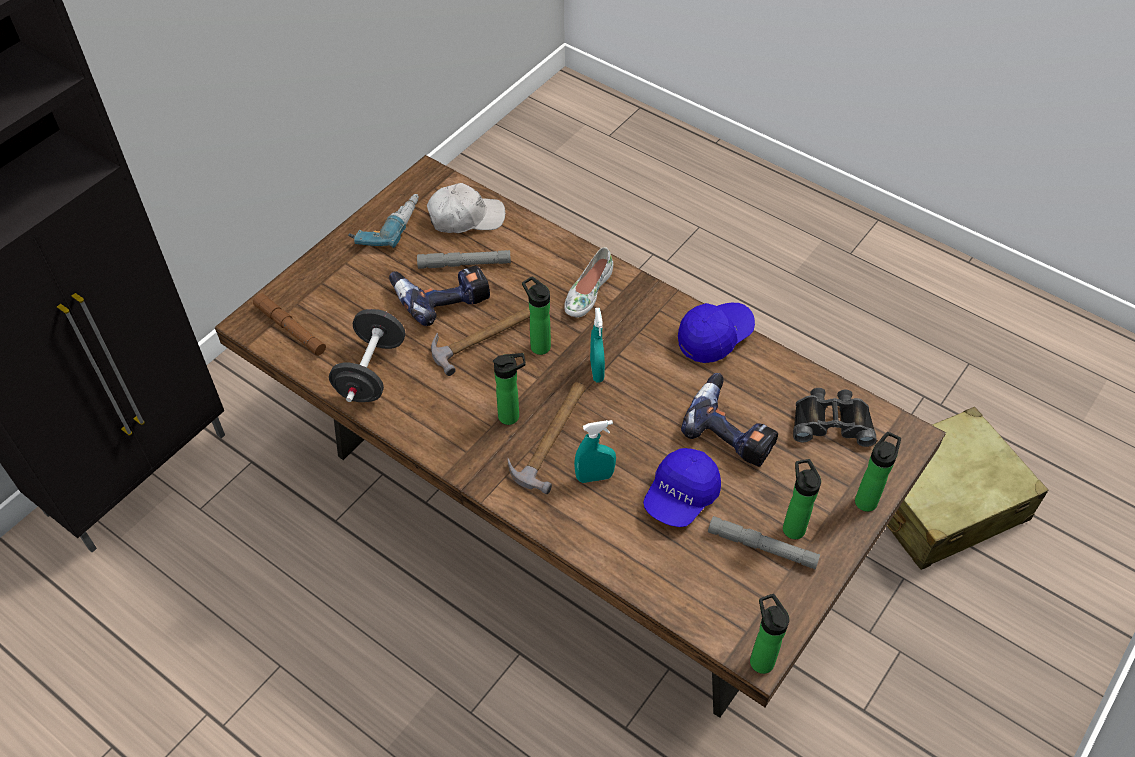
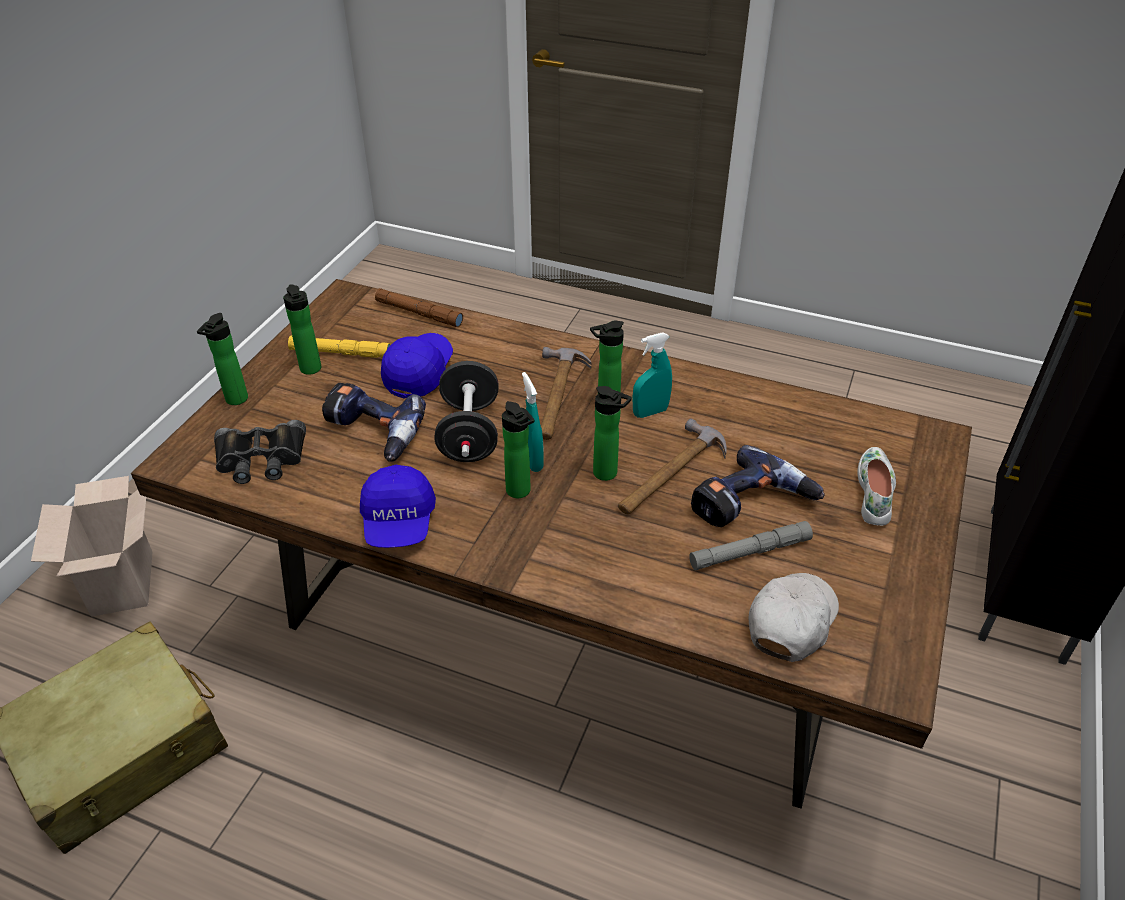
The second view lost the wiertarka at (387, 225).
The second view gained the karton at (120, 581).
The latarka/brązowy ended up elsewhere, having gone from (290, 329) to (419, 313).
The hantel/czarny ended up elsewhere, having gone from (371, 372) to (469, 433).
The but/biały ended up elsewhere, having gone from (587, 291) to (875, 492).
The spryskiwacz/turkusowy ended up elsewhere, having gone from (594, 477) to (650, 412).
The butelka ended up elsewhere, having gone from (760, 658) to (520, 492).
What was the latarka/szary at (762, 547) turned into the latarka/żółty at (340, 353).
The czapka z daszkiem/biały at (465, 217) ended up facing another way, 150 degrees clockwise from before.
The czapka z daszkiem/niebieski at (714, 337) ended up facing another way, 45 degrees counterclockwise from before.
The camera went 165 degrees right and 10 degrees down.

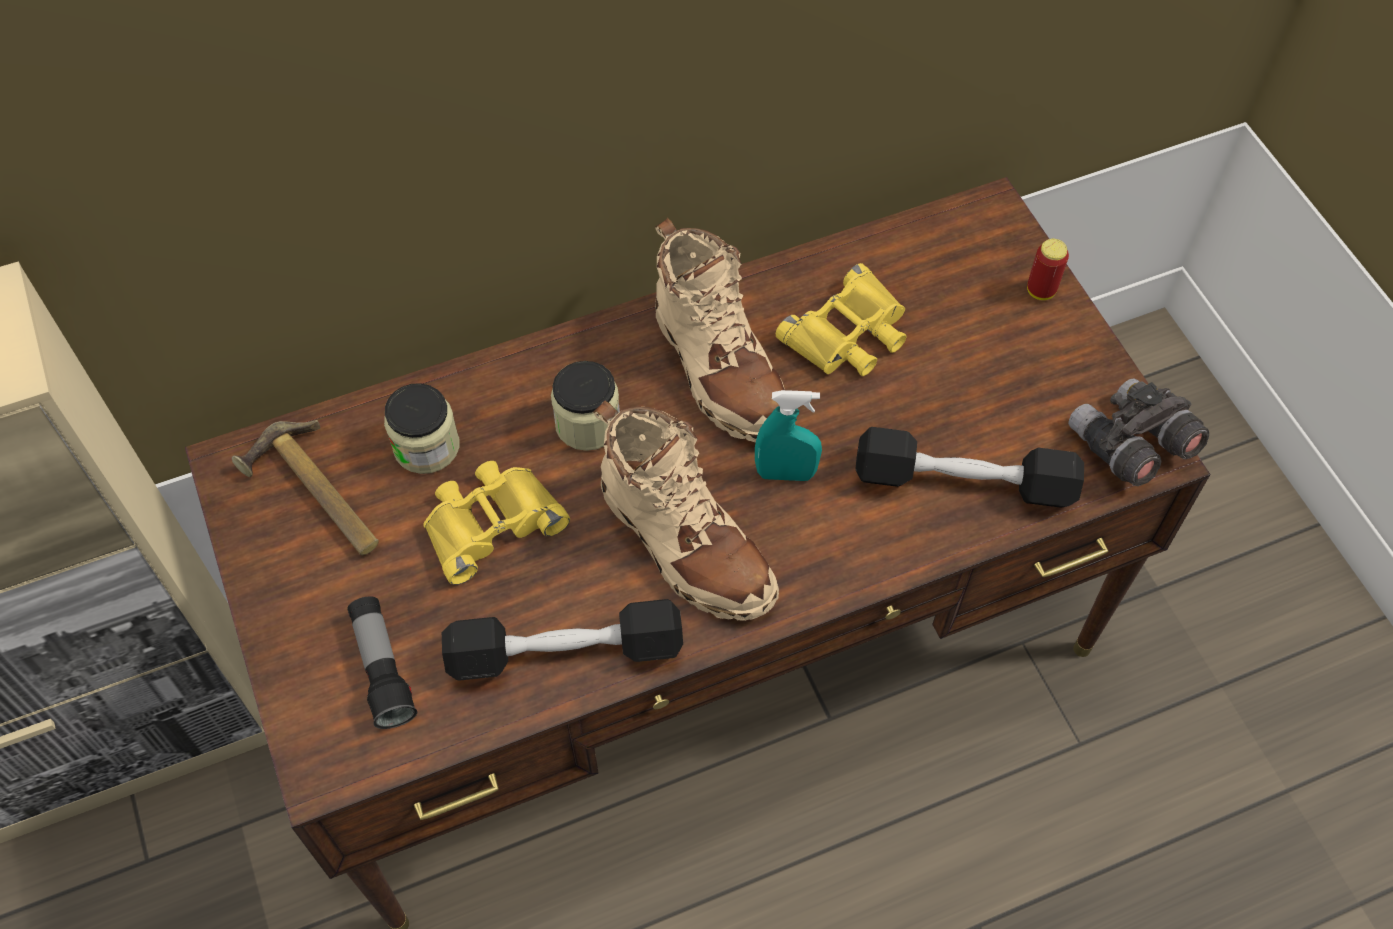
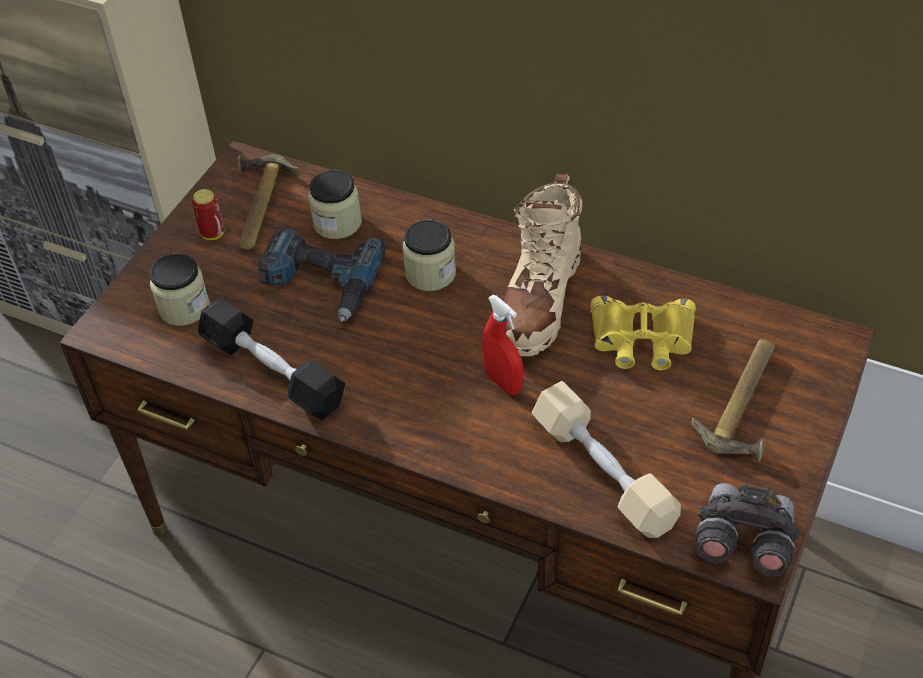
The second view lost the but z cholewką/beżowy at (684, 543).
The second view gained the młotek at (747, 404).
The puszka ended up elsewhere, having gone from (1041, 290) to (213, 234).
Where the latarka stood at (383, 668), the słoik came to stand at (184, 307).
Where the lornetka/żółty stood at (490, 522), the wiertarka came to stand at (319, 282).
What was the spryskiwacz/turkusowy at (785, 473) turned into the spryskiwacz/czerwony at (503, 382).
What was the hantel/czarny at (963, 482) turned into the hantel/beżowy at (603, 472).
The camera went 50 degrees right and 10 degrees down.

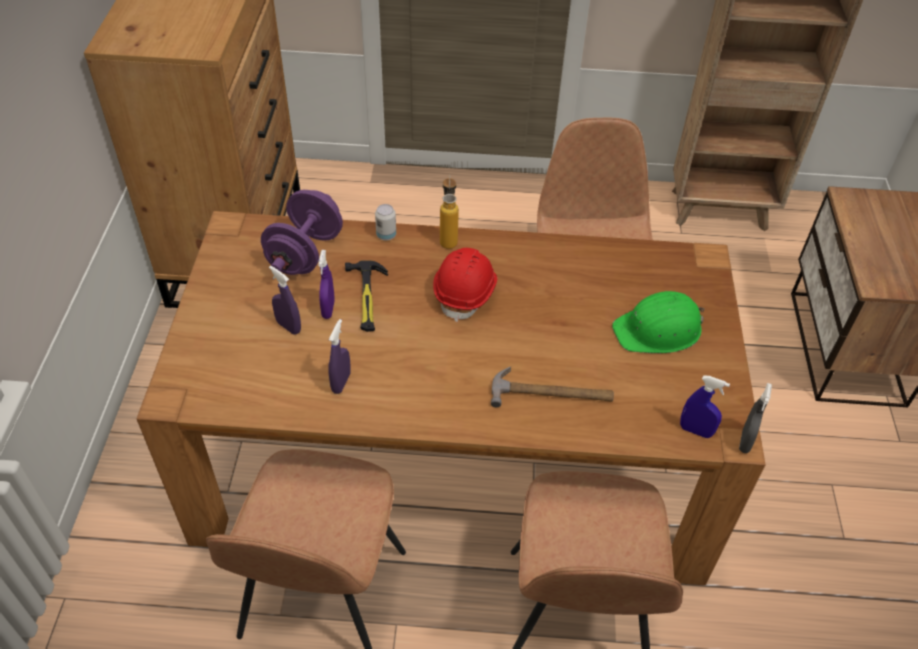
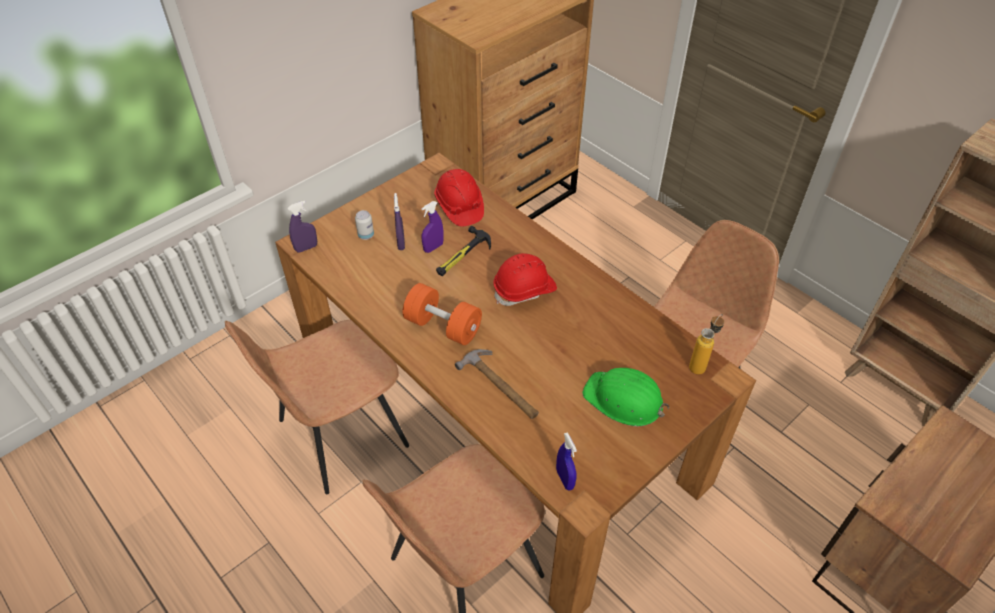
The second view lost the spryskiwacz/szary at (745, 441).
The second view gained the hantel/pomarańczowy at (443, 326).
The spryskiwacz/fioletowy ended up elsewhere, having gone from (341, 382) to (306, 248).
The puszka ended up elsewhere, having gone from (386, 235) to (366, 235).
The butelka ended up elsewhere, having gone from (448, 238) to (701, 364).
Where the hantel/fioletowy stood at (305, 253), the kask/czerwony came to stand at (459, 207).
The camera went 45 degrees right and 0 degrees up.

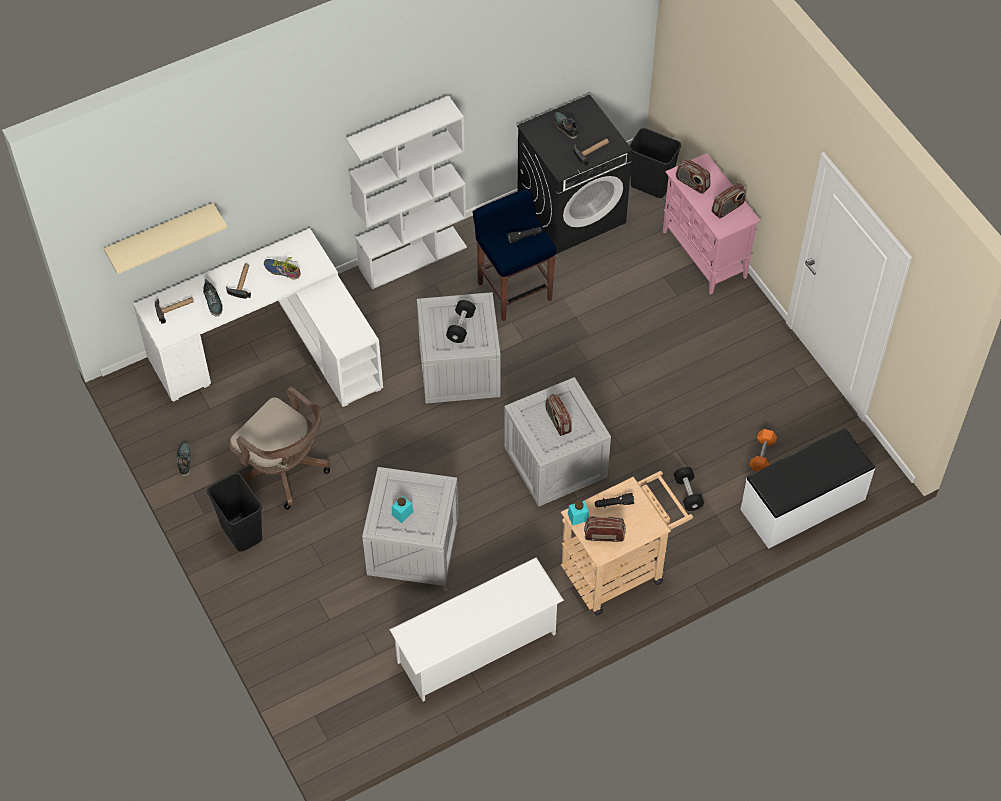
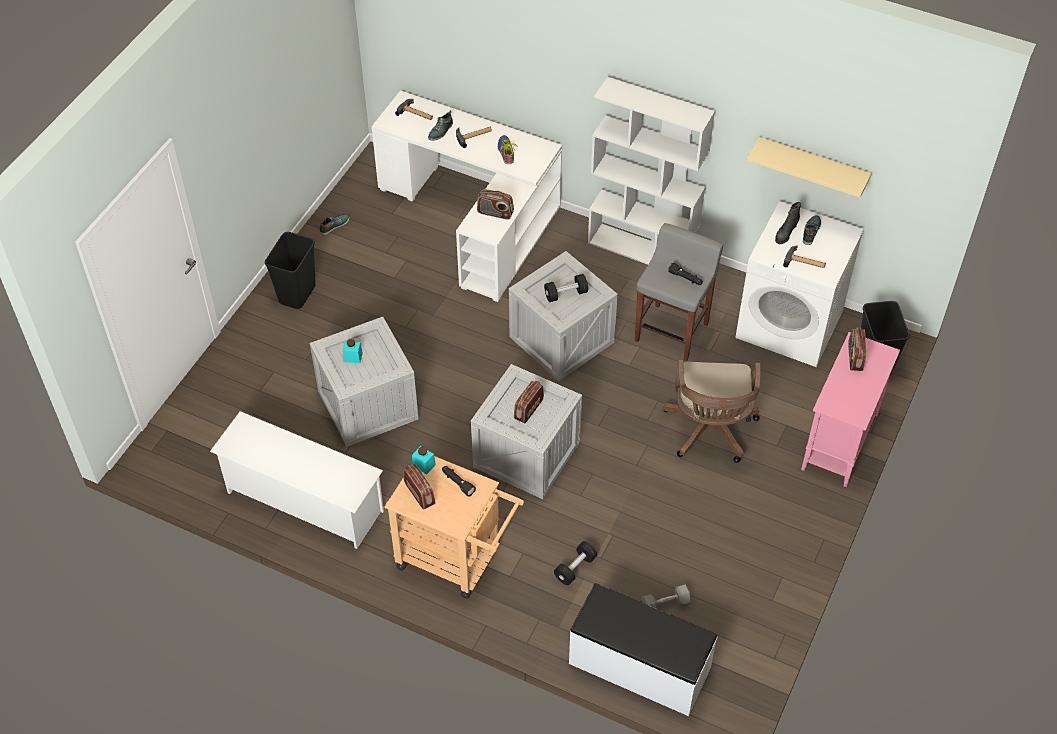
The second view gained the but z cholewką/czarny at (785, 233).
The półka/beżowy ended up elsewhere, having gone from (161, 234) to (812, 166).
The krzesło biurowe/brązowy ended up elsewhere, having gone from (284, 471) to (710, 432).
The radio ended up elsewhere, having gone from (728, 208) to (495, 213).
What was the stołek/niebieski at (514, 290) turned into the stołek/szary at (672, 331).
What was the pralka/czarny at (571, 211) turned into the pralka/biały at (790, 324).
What was the hantel/pomarańczowy at (762, 455) turned into the hantel/szary at (665, 604).
The camera went 55 degrees right and 5 degrees down.

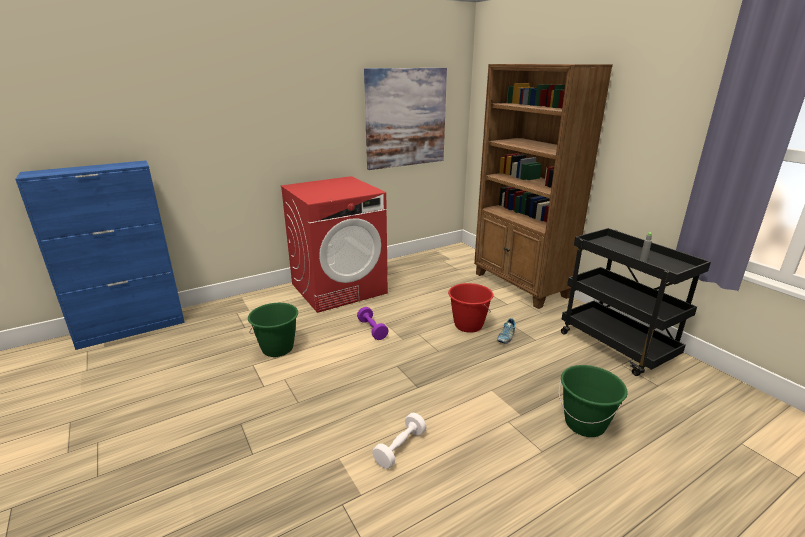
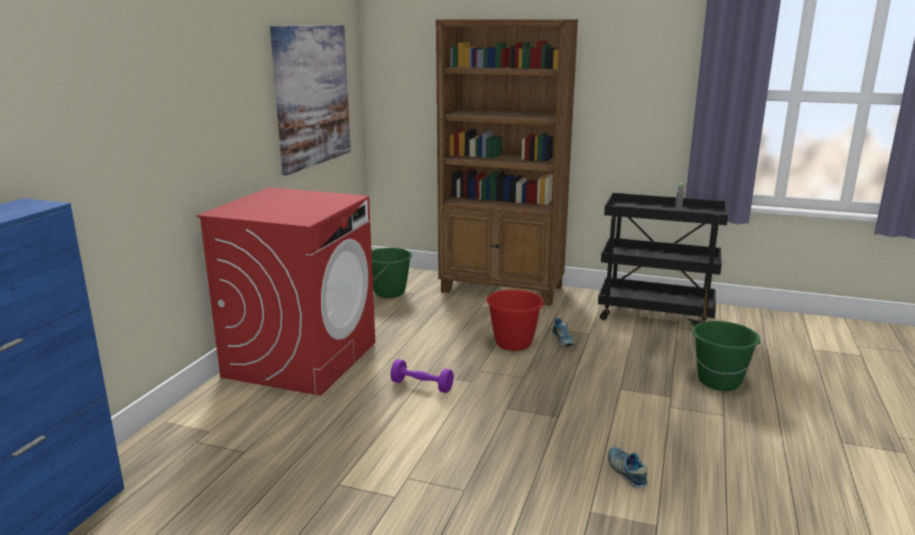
The wiadro/zielony ended up elsewhere, having gone from (278, 349) to (389, 292).
Where the hantel/biały stood at (400, 448), the but came to stand at (626, 472).
The camera went 40 degrees left and 5 degrees down.

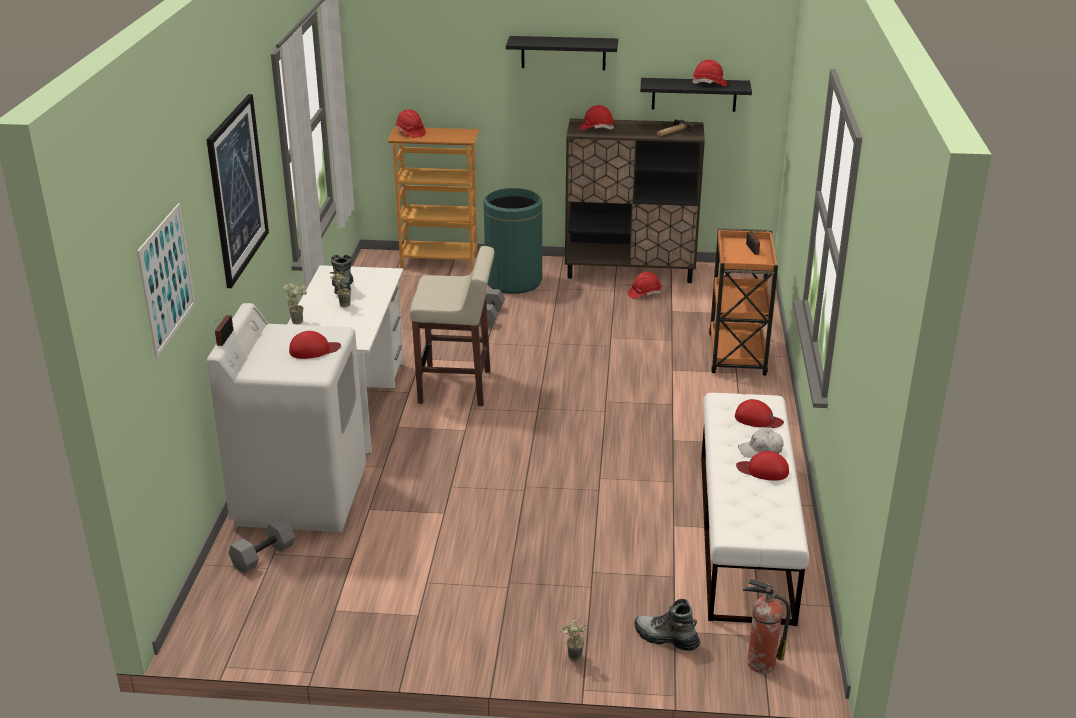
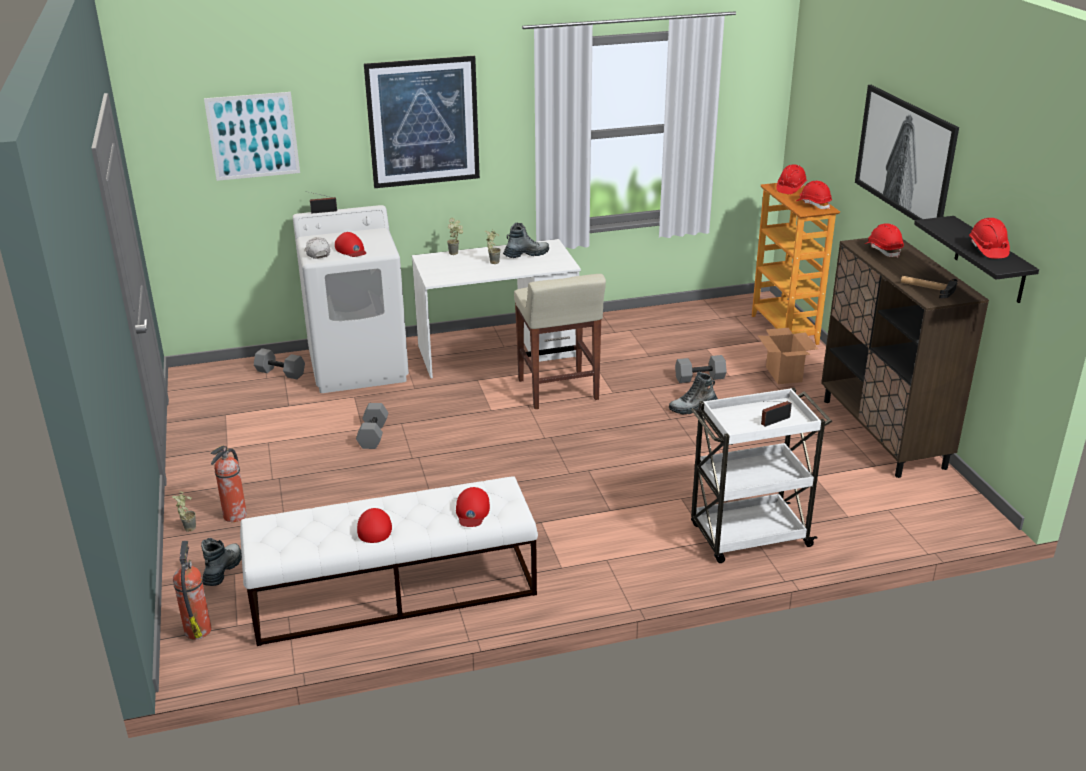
The second view gained the gaśnica at (234, 516).
The second view gained the hantel/szary at (372, 435).
The second view gained the but z cholewką at (693, 407).
The kask/czerwony ended up elsewhere, having gone from (644, 293) to (813, 204).
The czapka z daszkiem/biały ended up elsewhere, having gone from (760, 450) to (317, 253).
Where the kosz na śmieci/zielony stood at (513, 282), the karton came to stand at (783, 374).
Where the półka/czarny hung at (563, 53), the obraz came to hang at (906, 156).
What was the wózek/pomarańczowy at (737, 356) turned into the wózek/biały at (748, 536).
The camera went 70 degrees right and 0 degrees up.

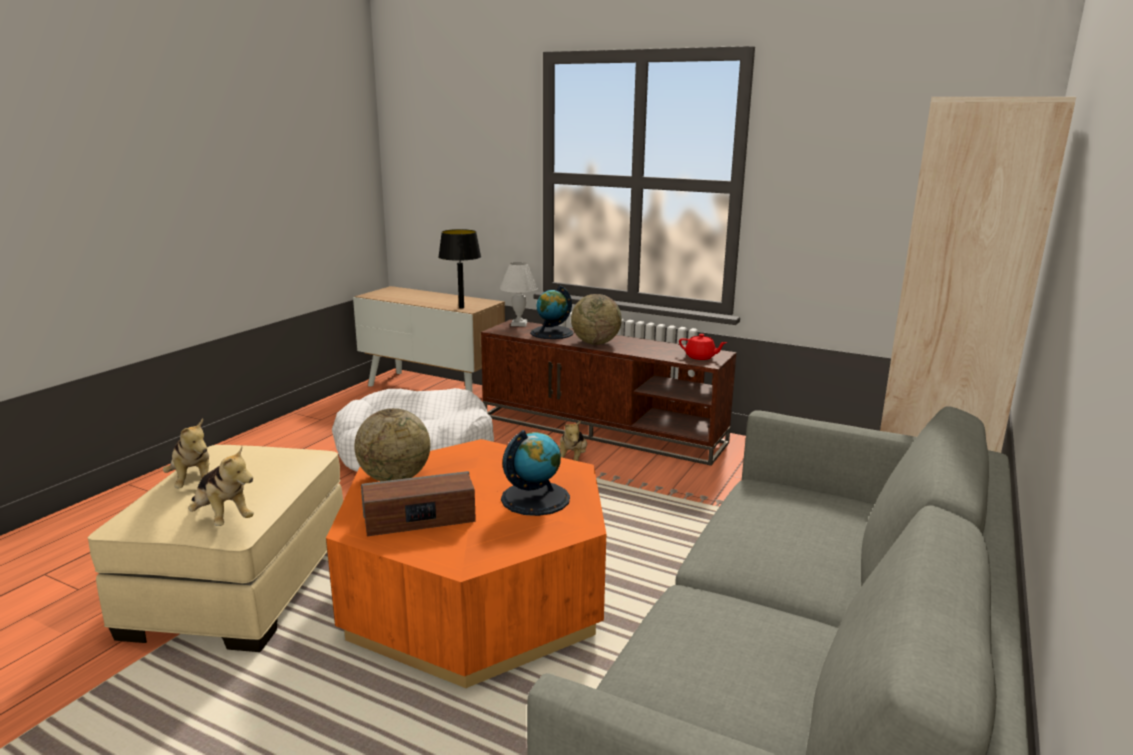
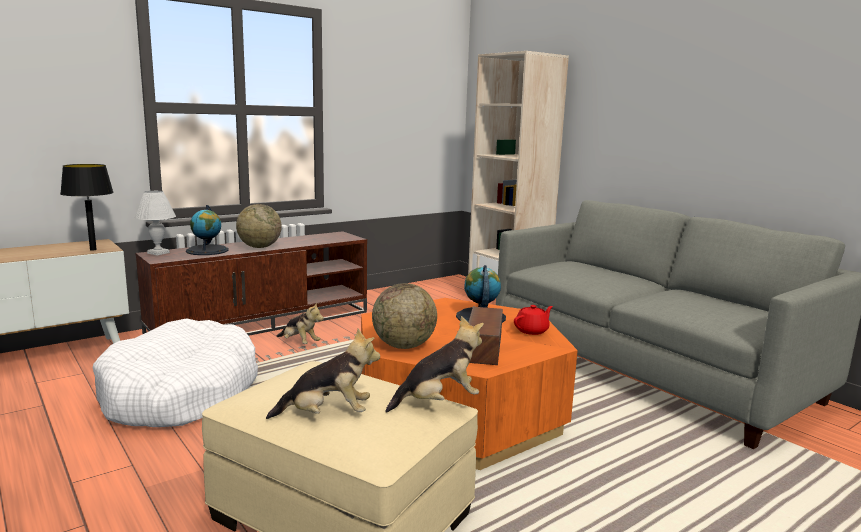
The imbryk/czerwony ended up elsewhere, having gone from (700, 357) to (532, 330).
The camera went 65 degrees left and 5 degrees down.

